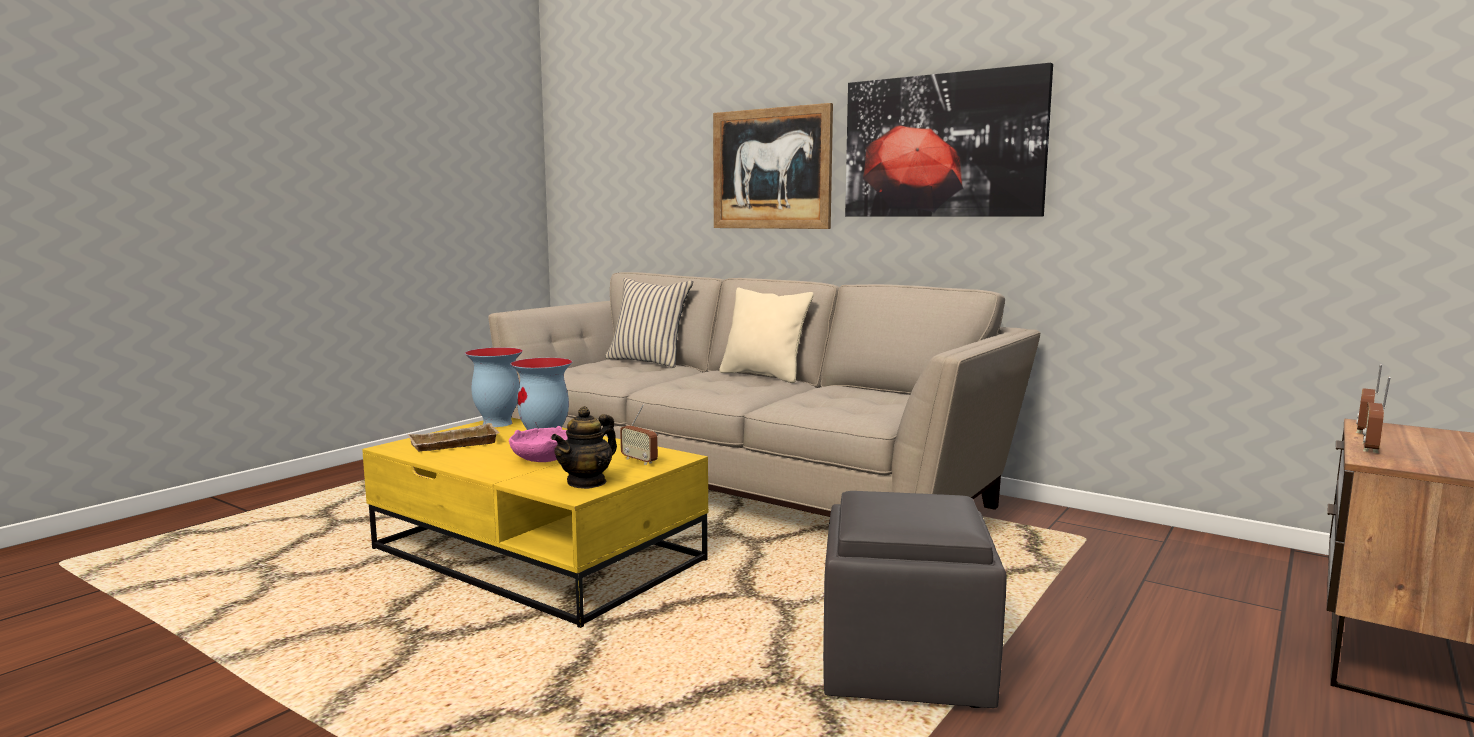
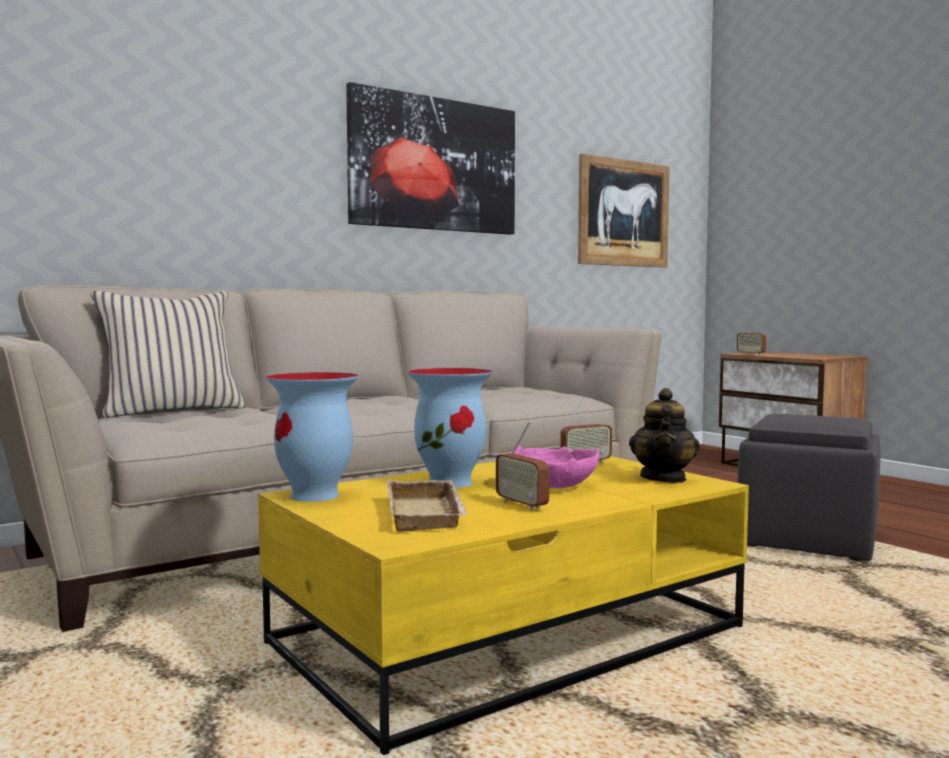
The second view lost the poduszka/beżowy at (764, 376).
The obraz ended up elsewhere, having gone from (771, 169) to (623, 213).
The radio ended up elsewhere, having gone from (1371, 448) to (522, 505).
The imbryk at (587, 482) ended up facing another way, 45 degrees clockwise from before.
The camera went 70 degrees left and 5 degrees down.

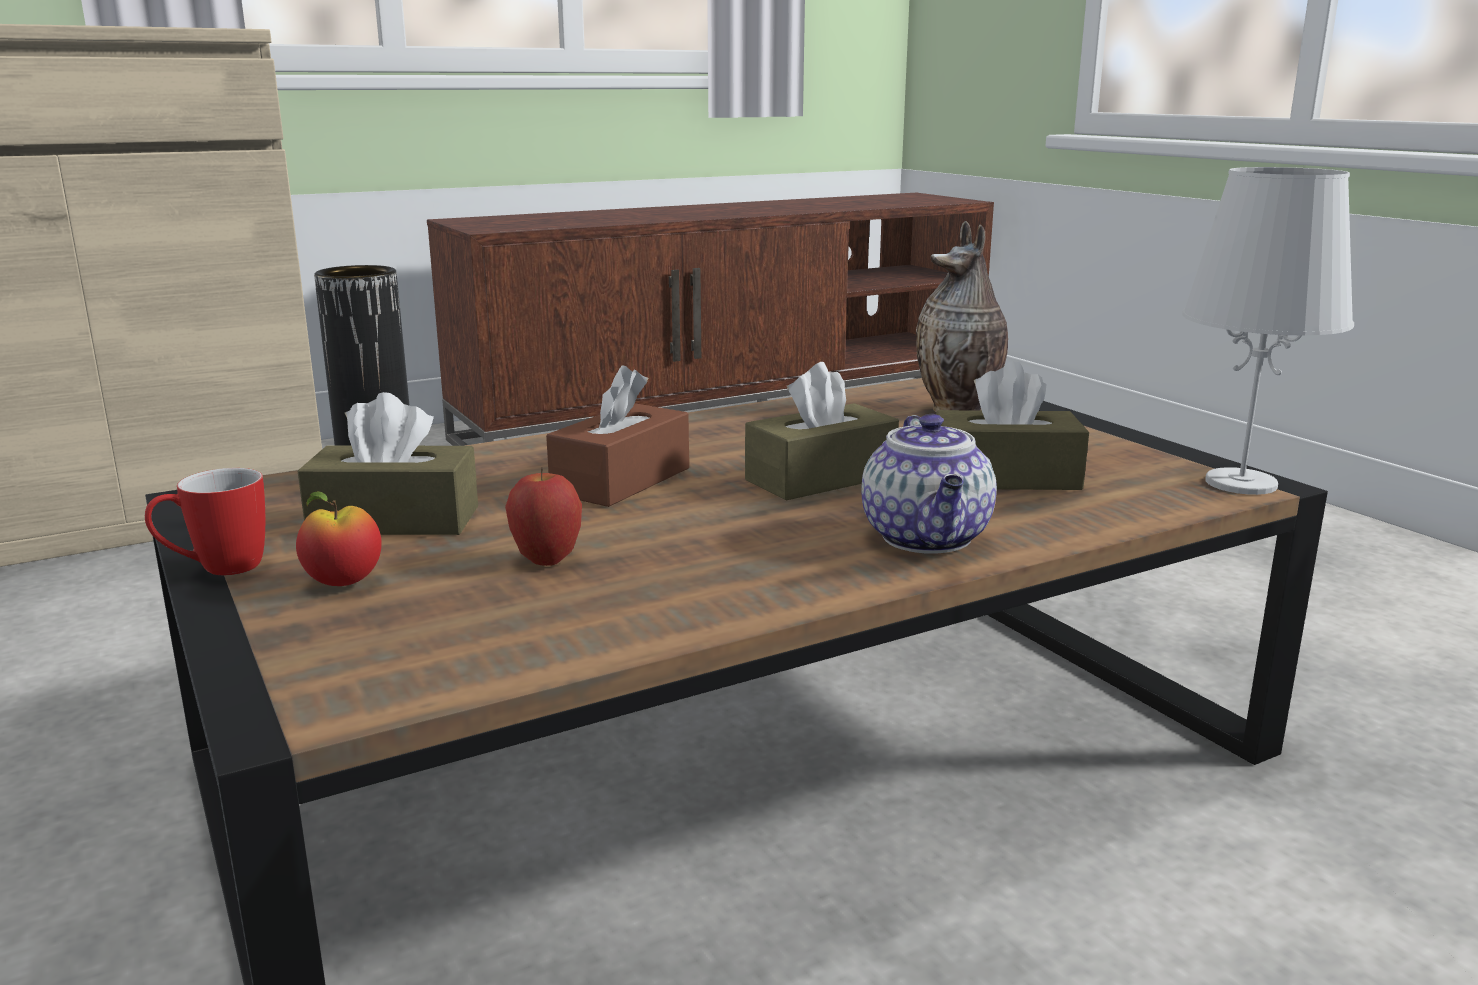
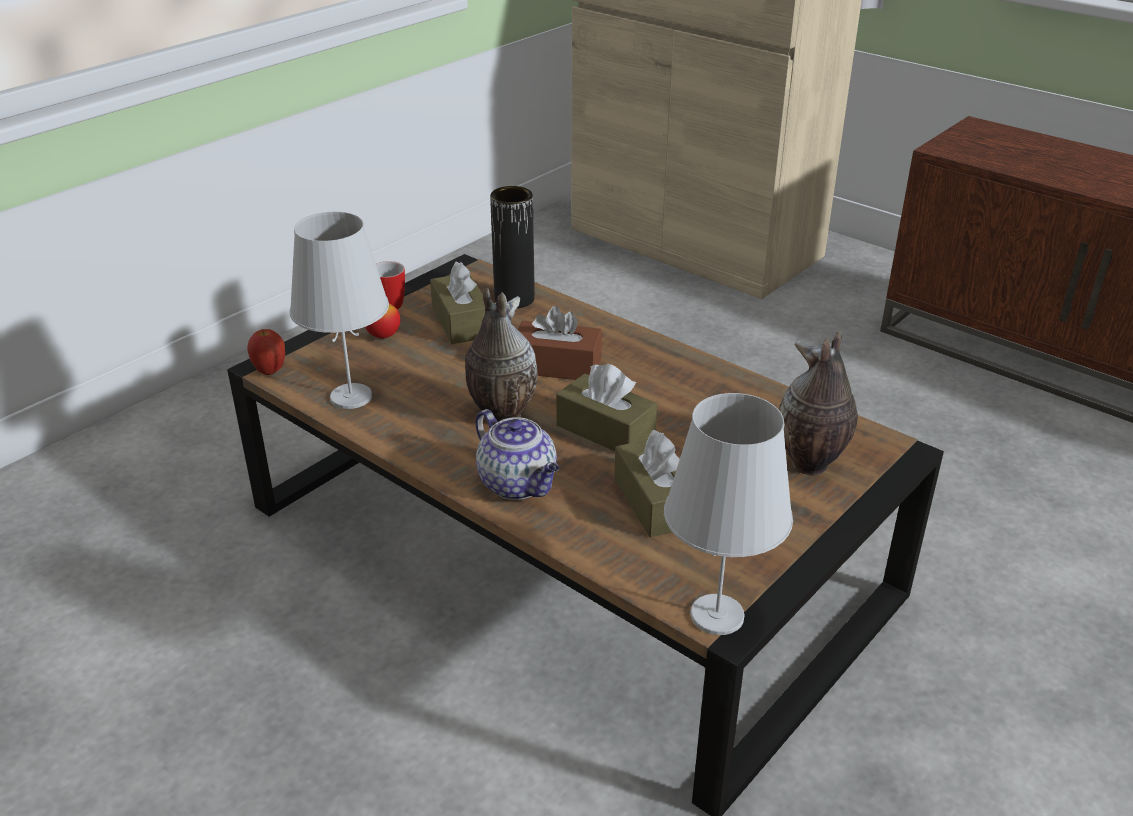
The second view gained the lampa stołowa/biały at (350, 397).
The second view gained the wazon at (500, 415).
The jabłko ended up elsewhere, having gone from (546, 560) to (270, 371).
The imbryk at (928, 539) ended up facing another way, 105 degrees counterclockwise from before.
The camera went 70 degrees right and 15 degrees up.

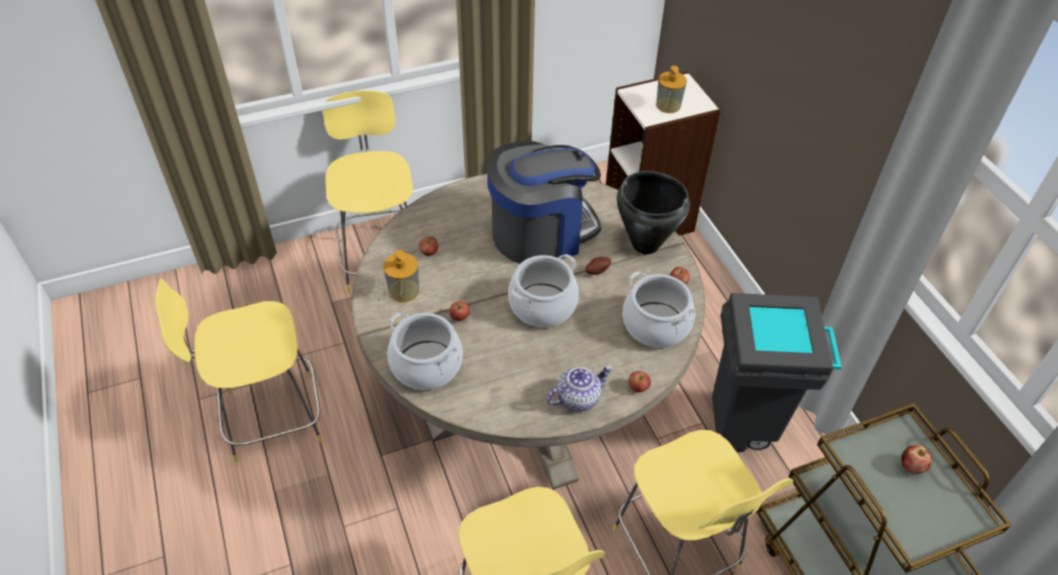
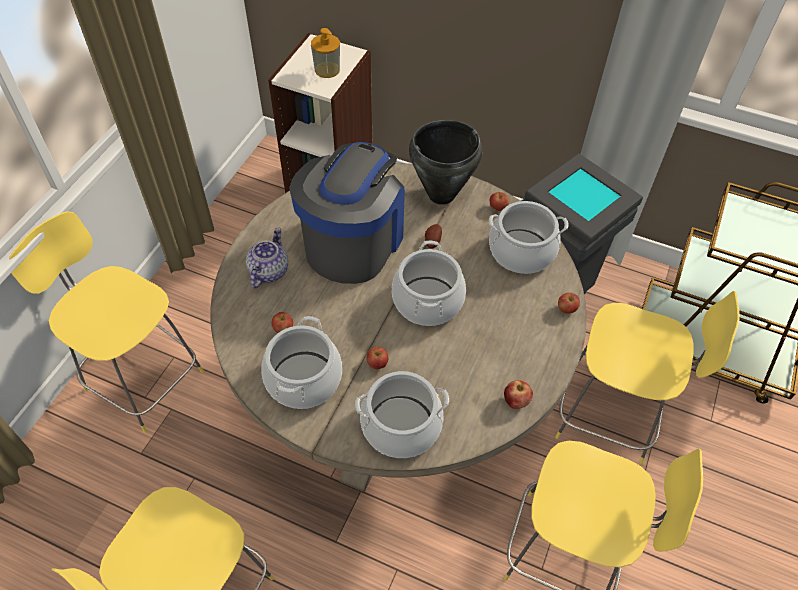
The imbryk ended up elsewhere, having gone from (578, 397) to (268, 271).
The jabłko ended up elsewhere, having gone from (911, 467) to (515, 402).
Where the dozownik mydła stood at (404, 291), the garnek came to stand at (303, 379).
The camera went 45 degrees left and 5 degrees up.

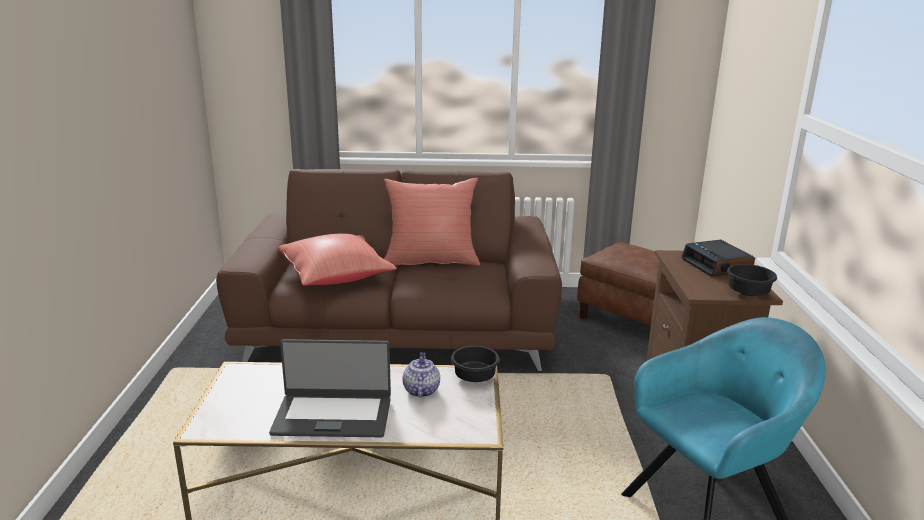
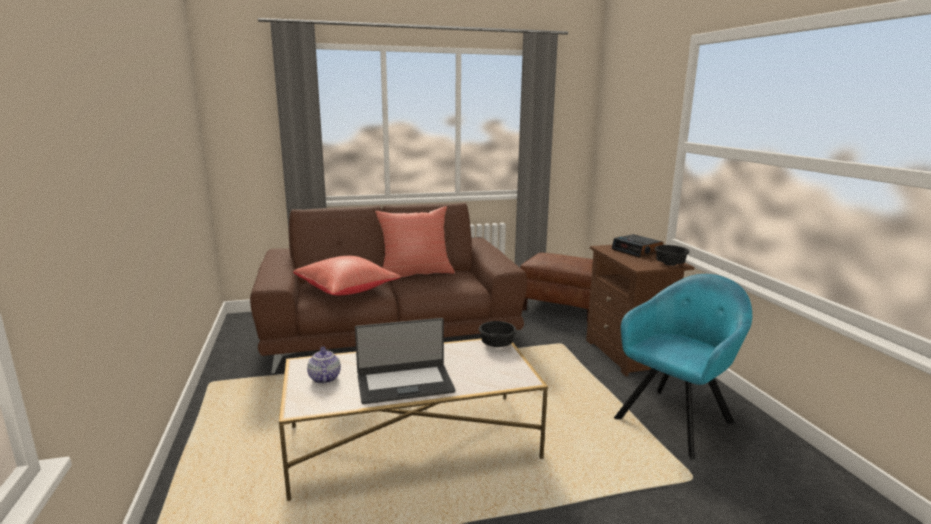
The imbryk ended up elsewhere, having gone from (421, 390) to (324, 378).
The camera went 15 degrees left and 5 degrees down.

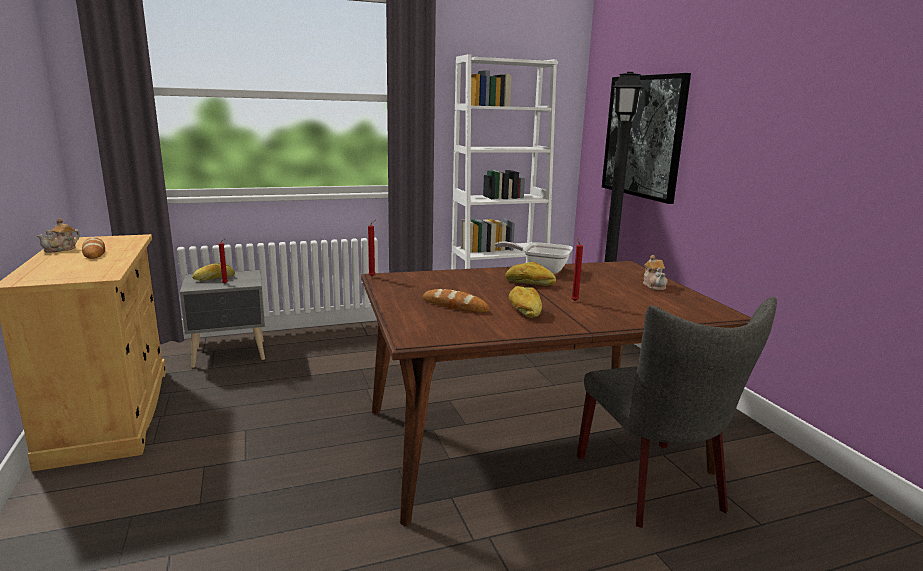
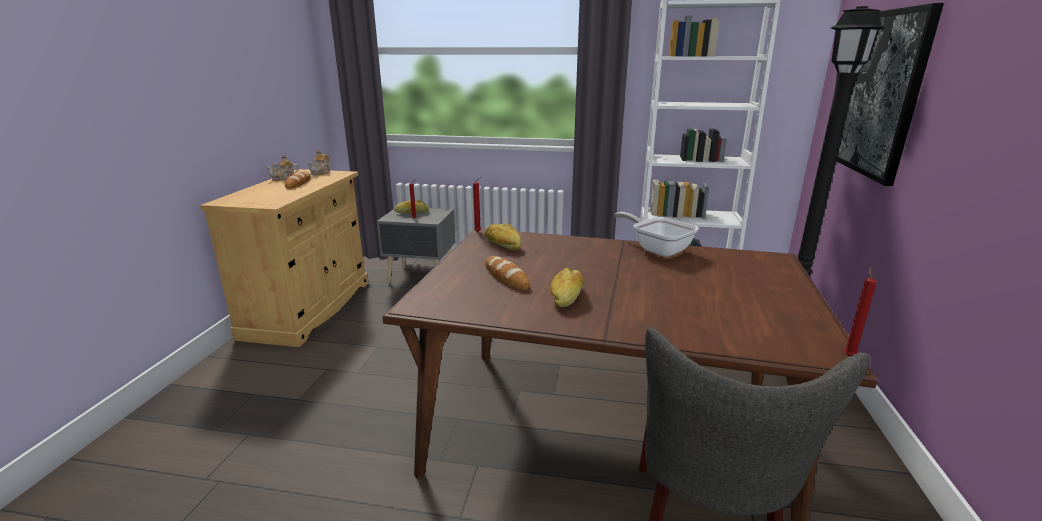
The chleb ended up elsewhere, having gone from (530, 283) to (502, 245).
The świeca/czerwony ended up elsewhere, having gone from (574, 300) to (848, 355).
The imbryk ended up elsewhere, having gone from (654, 286) to (321, 173).
The camera went 30 degrees right and 5 degrees up.

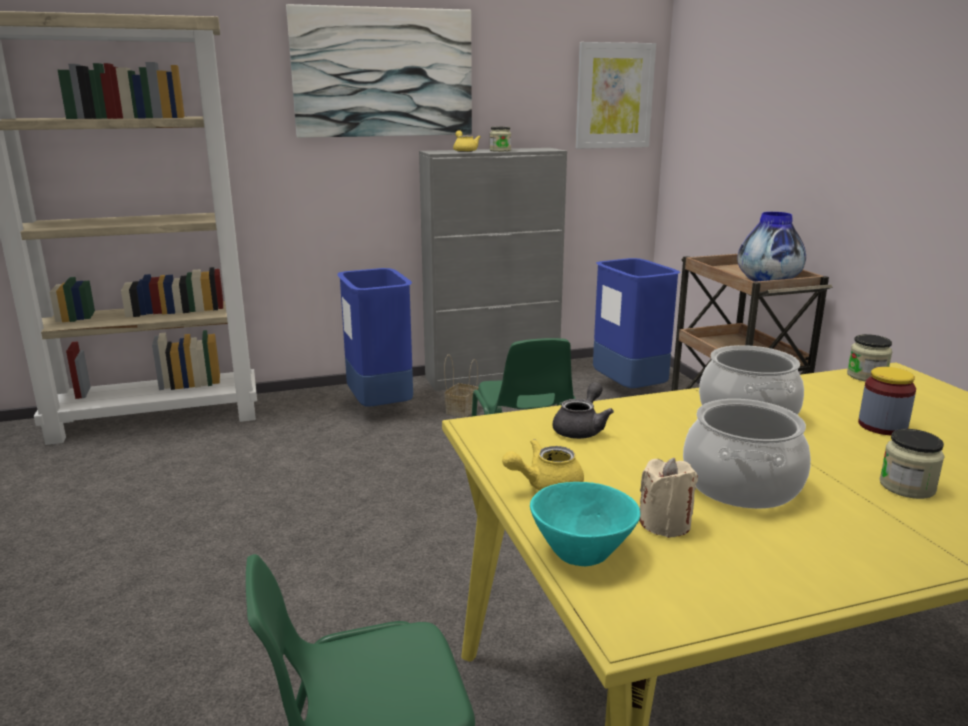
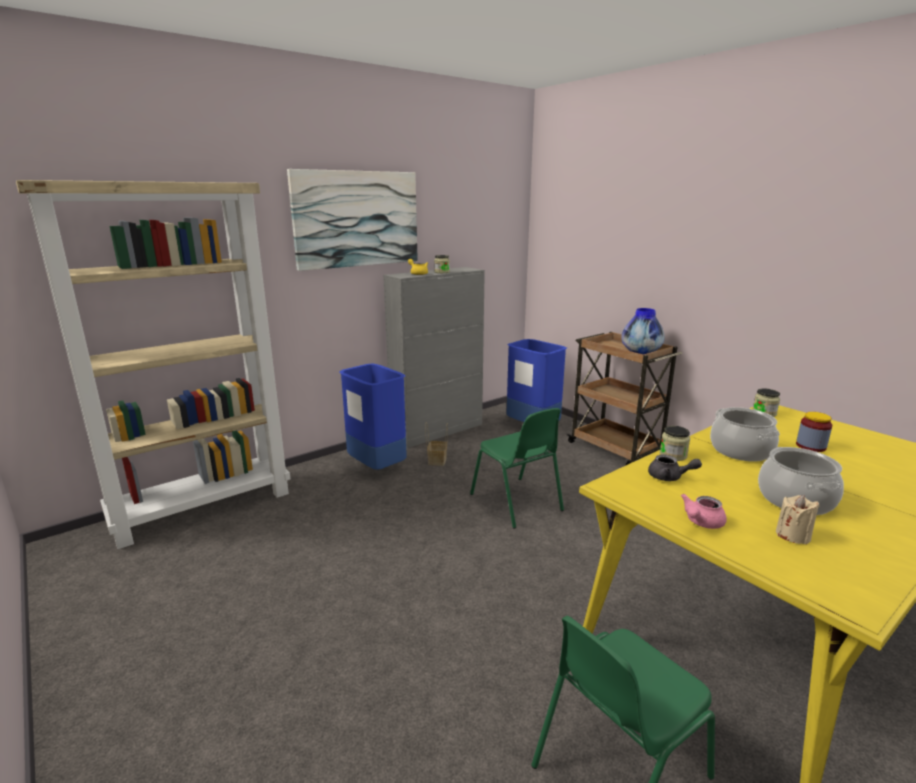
The second view lost the miska/turkusowy at (585, 551).
The second view lost the obraz at (614, 96).
The słoik ended up elsewhere, having gone from (907, 487) to (673, 455).
What was the imbryk/żółty at (545, 485) turned into the imbryk/różowy at (701, 522).
The imbryk/szary at (581, 429) ended up facing another way, 105 degrees clockwise from before.
The camera went 20 degrees left and 0 degrees up.

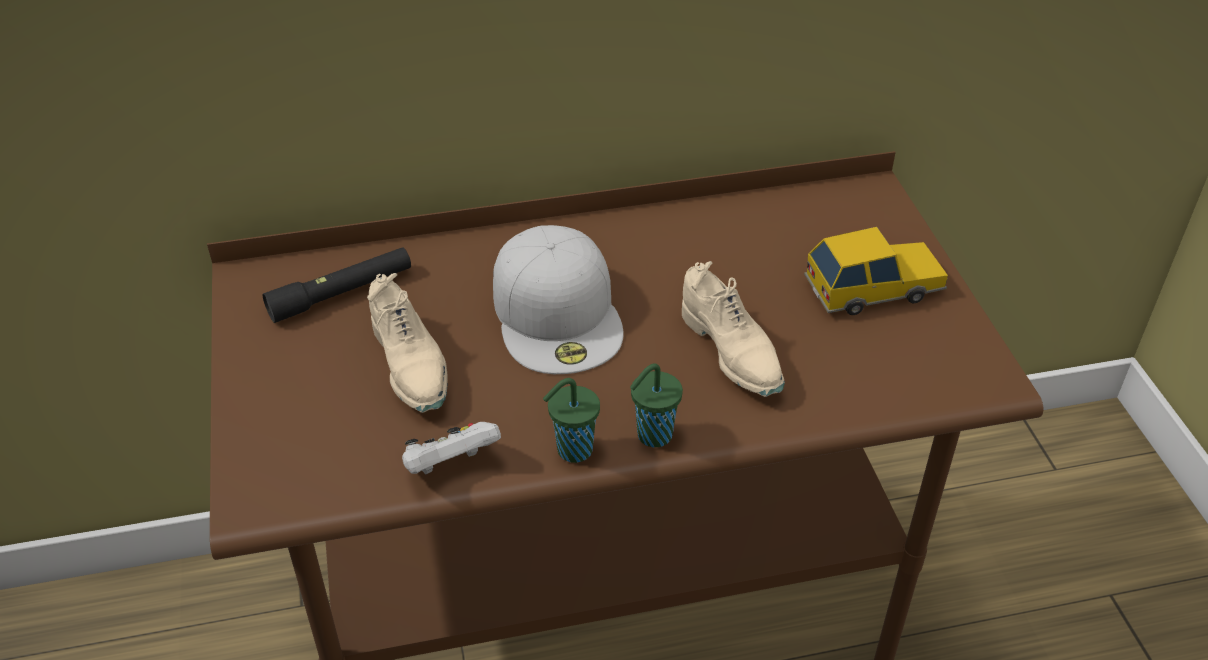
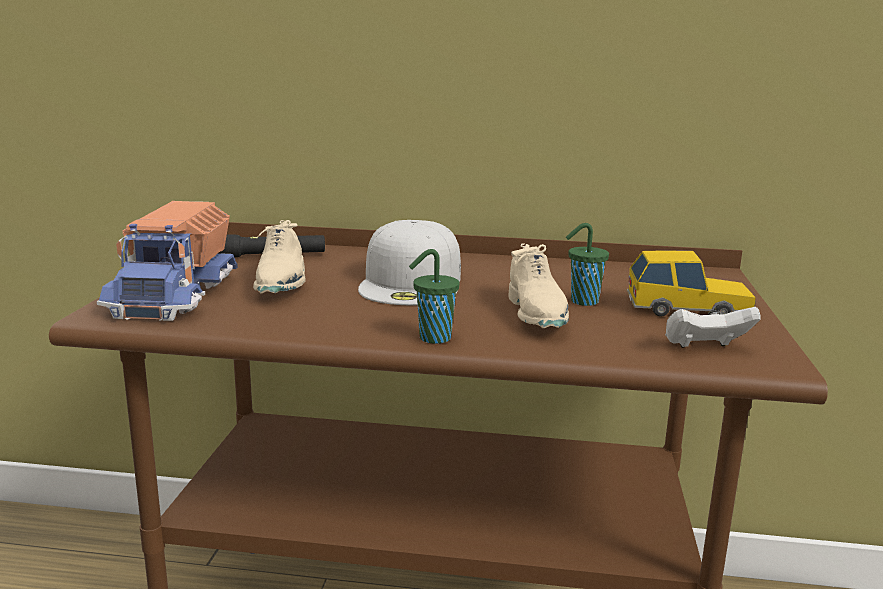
The second view gained the ciężarówka zabawkowa at (176, 295).
The pad do gier/biały ended up elsewhere, having gone from (450, 466) to (704, 348).
The filiżanka/zielony ended up elsewhere, having gone from (572, 451) to (582, 301).
The camera went 20 degrees right and 25 degrees down.

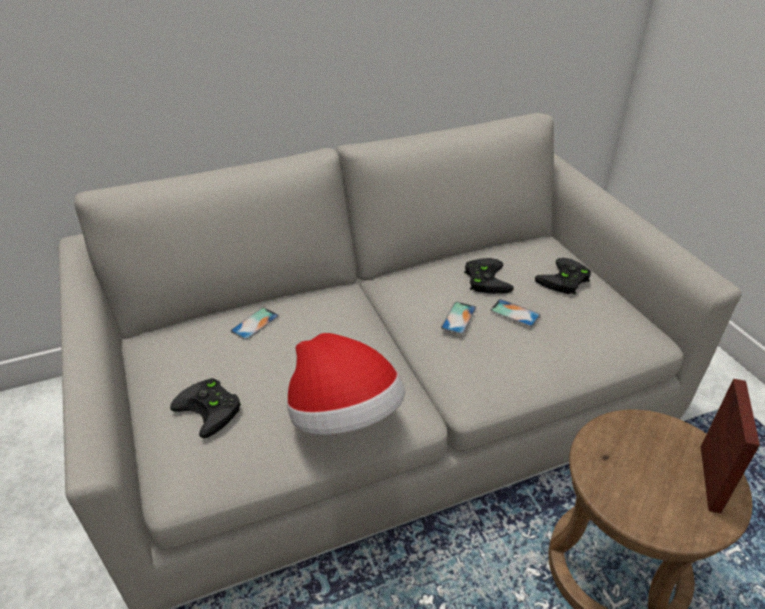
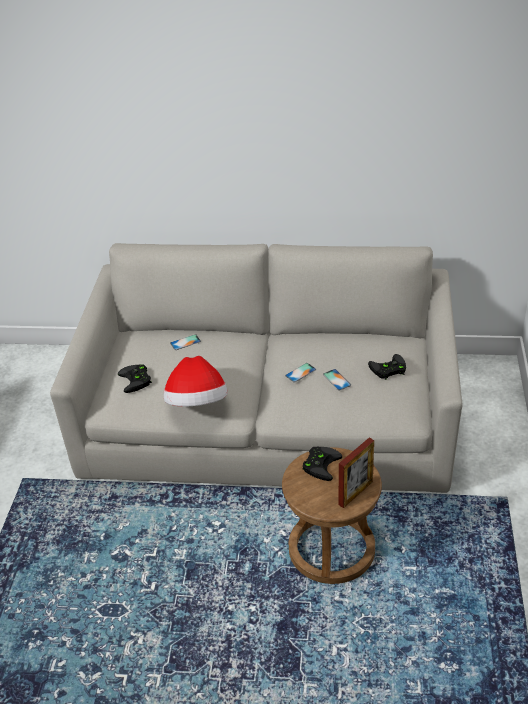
The pad do gier/czarny ended up elsewhere, having gone from (484, 278) to (320, 464).
The camera went 30 degrees right and 0 degrees up.

